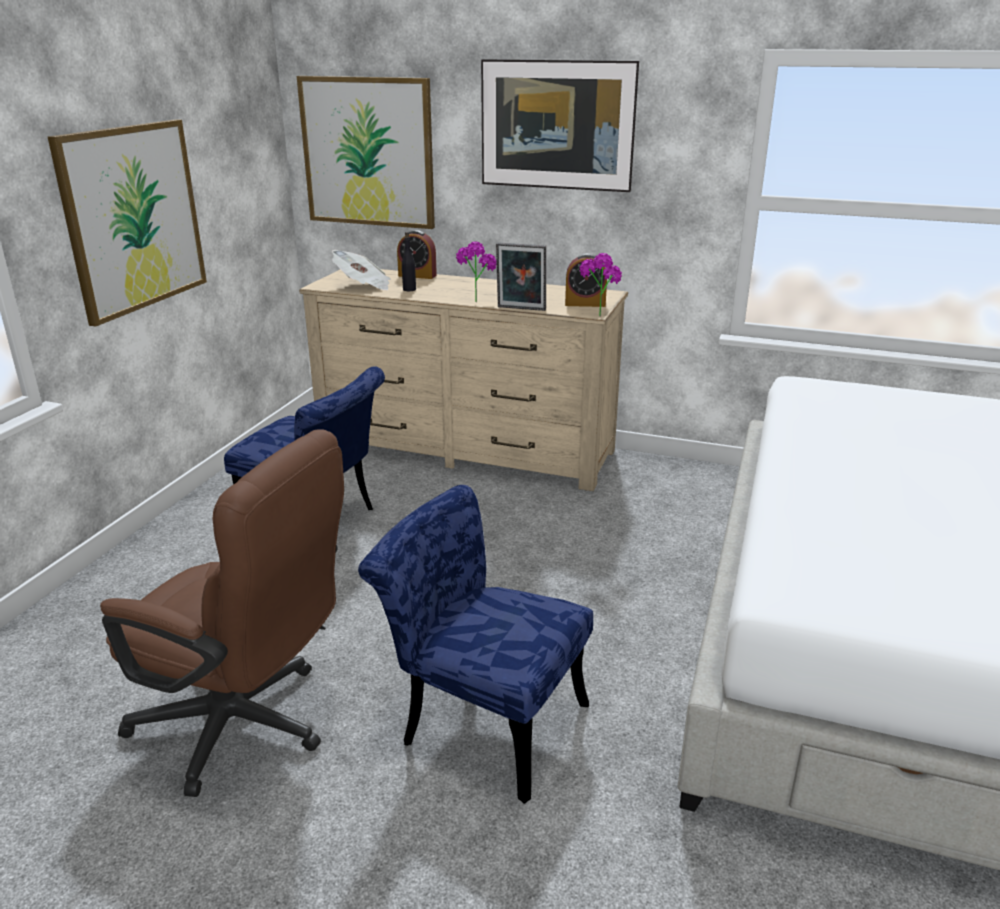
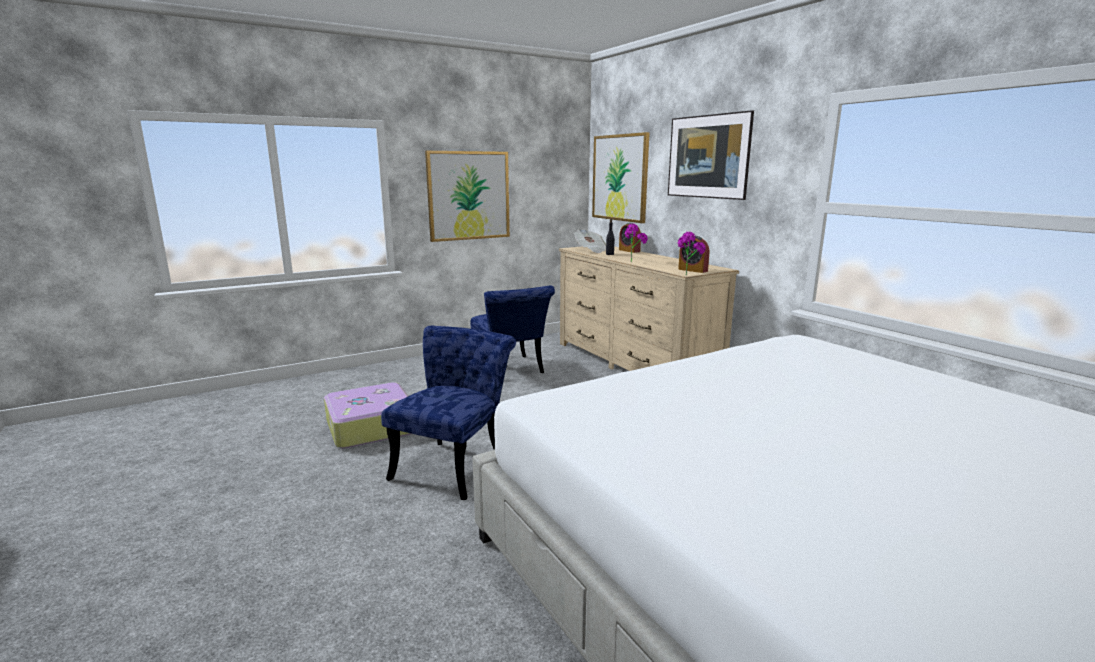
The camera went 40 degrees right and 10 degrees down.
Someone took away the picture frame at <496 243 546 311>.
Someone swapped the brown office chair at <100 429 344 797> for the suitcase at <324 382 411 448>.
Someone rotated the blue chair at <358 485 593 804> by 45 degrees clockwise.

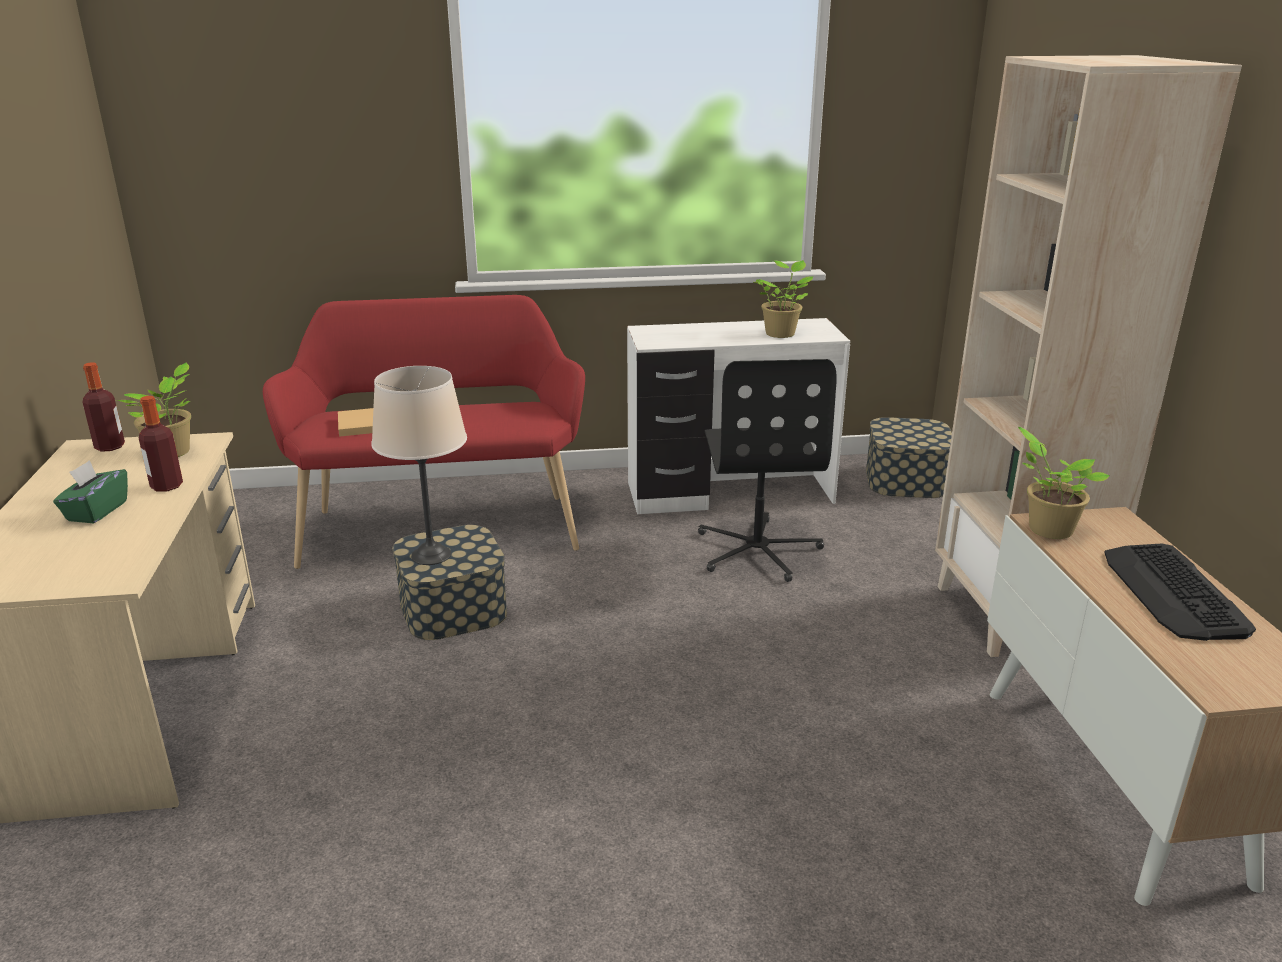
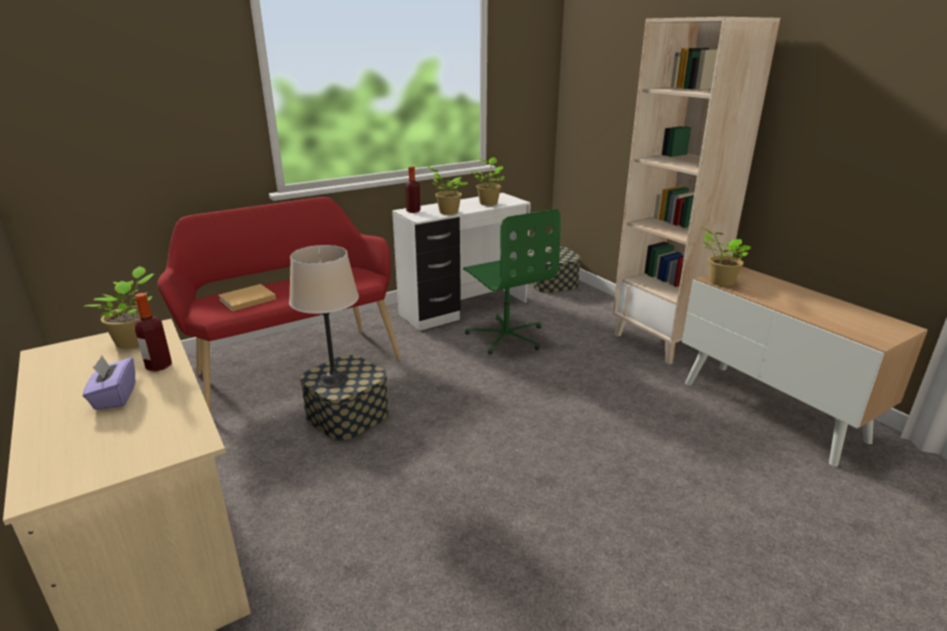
The camera went 25 degrees left and 0 degrees up.
Someone repainted the black office chair at <698 359 837 582>, which became the green office chair at <463 209 561 355>.
Someone carried the bottle from <82 362 125 452> to <405 166 421 213>.
Someone repainted the green tissue box at <53 460 128 523>, which became the purple tissue box at <83 356 135 410>.
Someone took away the keyboard at <1104 544 1256 641>.
Someone put down the potted plant at <427 166 467 215>.

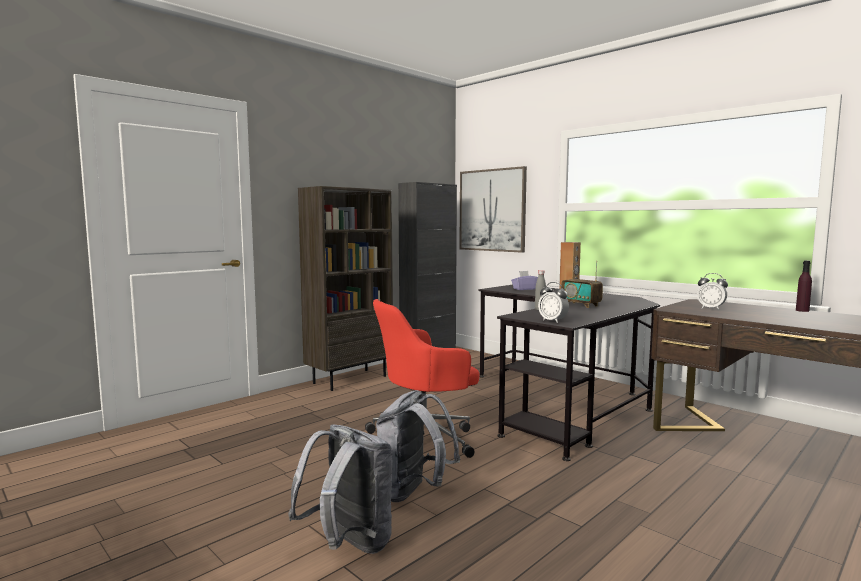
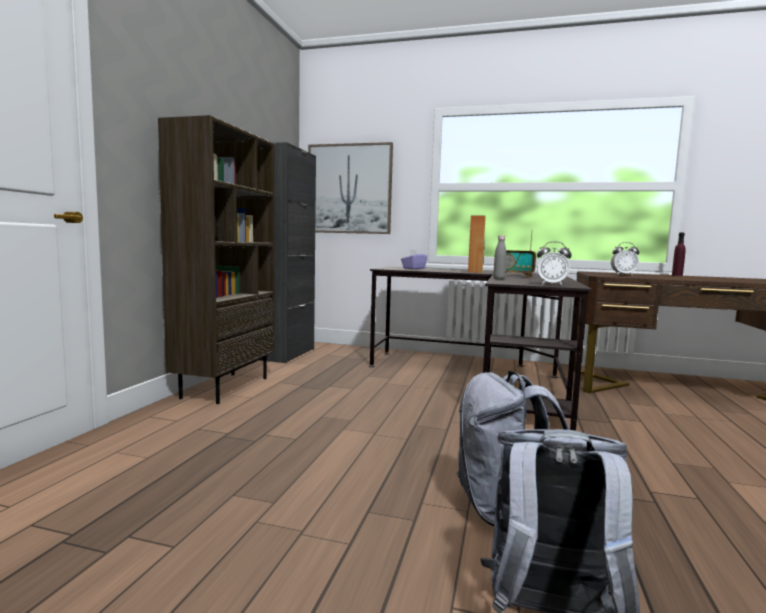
The camera went 30 degrees left and 0 degrees up.
Someone took away the red office chair at <365 299 480 458>.

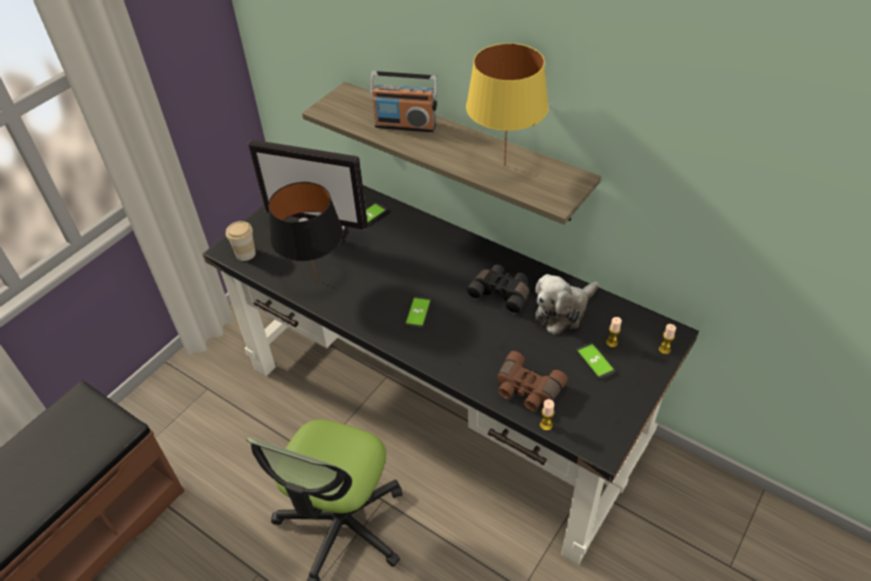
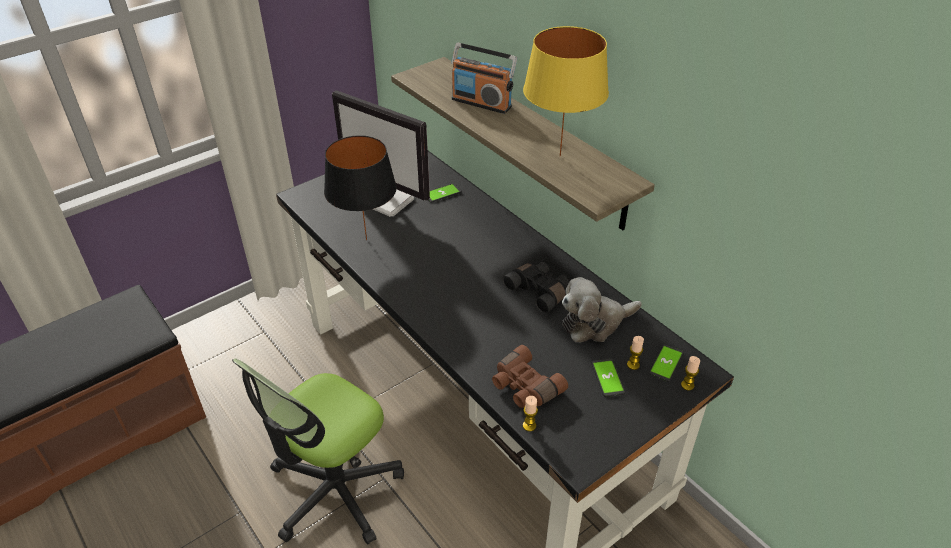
The camera went 15 degrees right and 5 degrees down.
Someone took away the cup at <226 221 256 261>.
Someone carried the phone from <404 296 432 329> to <649 344 684 382>.

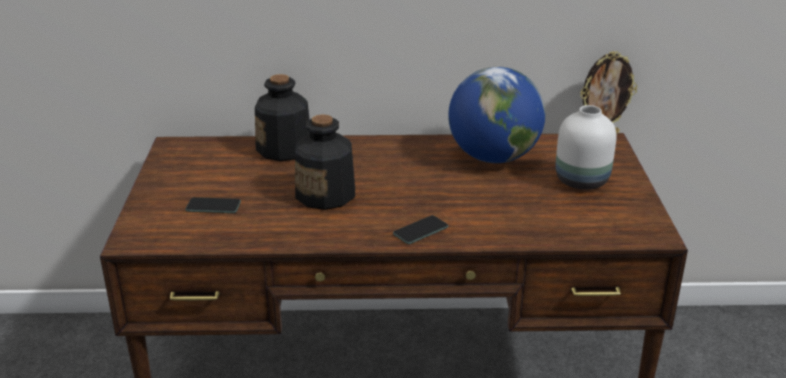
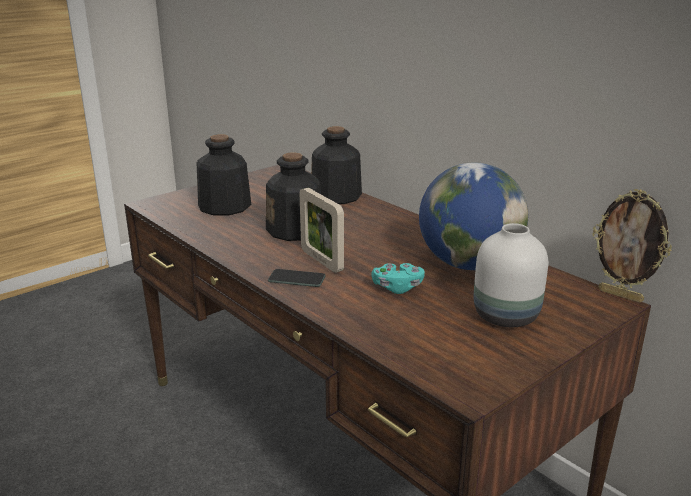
The camera went 50 degrees right and 5 degrees down.
Someone swapped the phone at <185 197 241 213> for the bottle at <197 134 251 215>.
Someone put down the picture frame at <300 188 344 273>.
Someone put down the turquoise game controller at <372 263 425 294>.

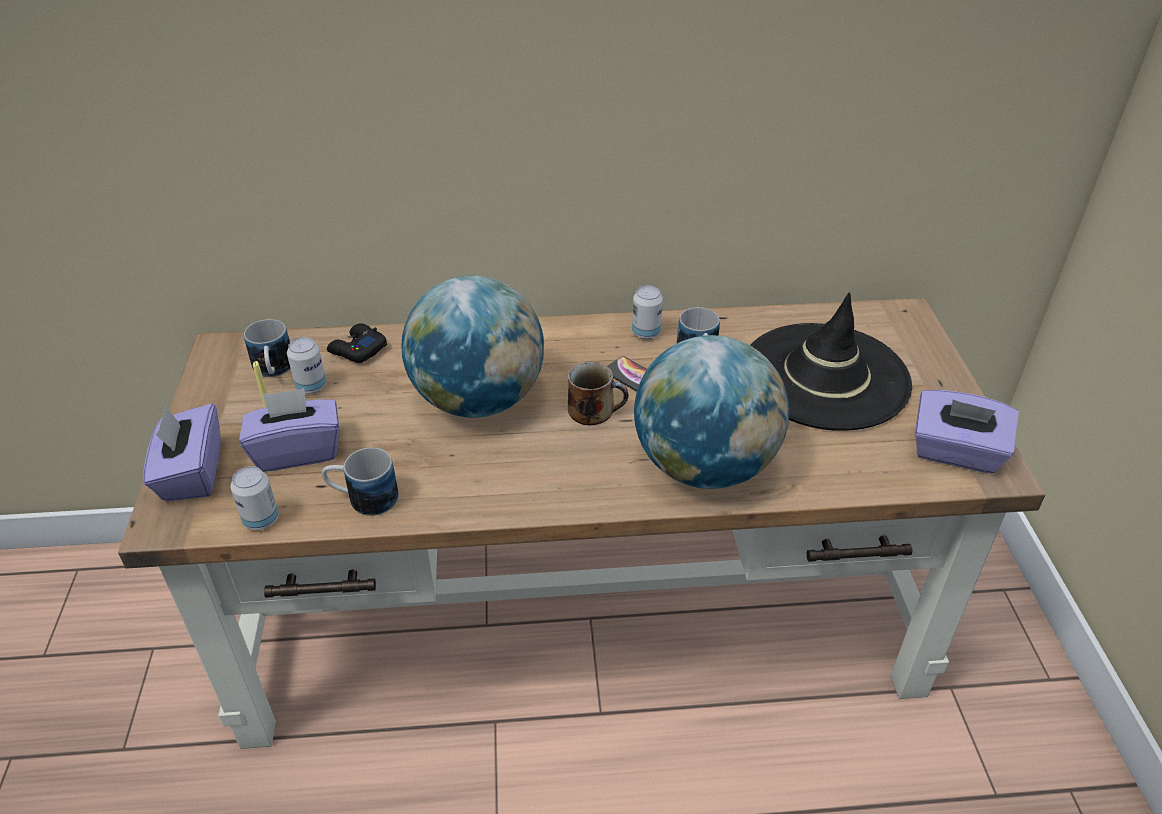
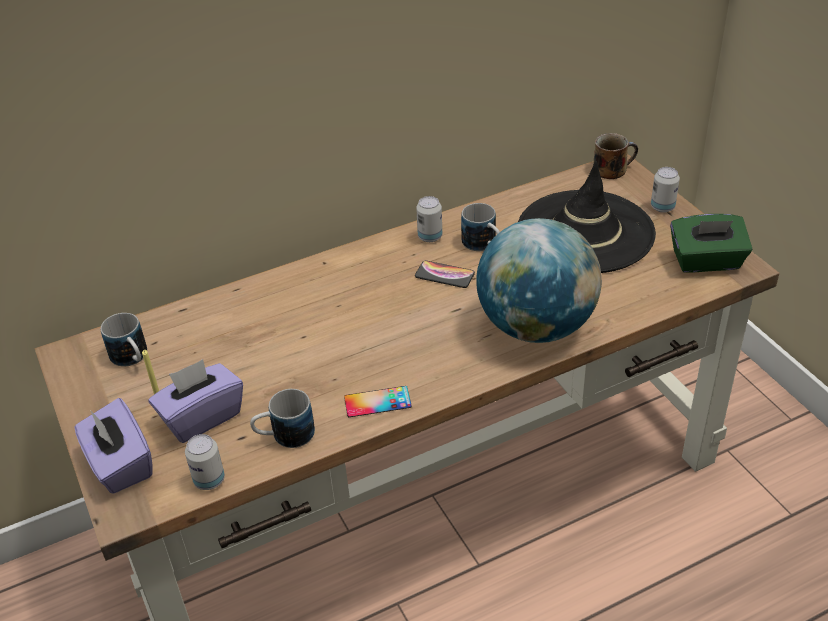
The camera went 20 degrees left and 0 degrees up.
Someone took away the globe at <401 275 544 418>.
Someone took away the black game controller at <327 323 387 363>.
Someone carried the can from <287 337 326 394> to <651 167 680 213>.
Someone carried the mug from <568 362 629 425> to <593 133 638 179>.
Someone repainted the purple tissue box at <915 390 1019 473>, which became the green tissue box at <670 214 752 273>.
Someone put down the phone at <344 386 412 417>.

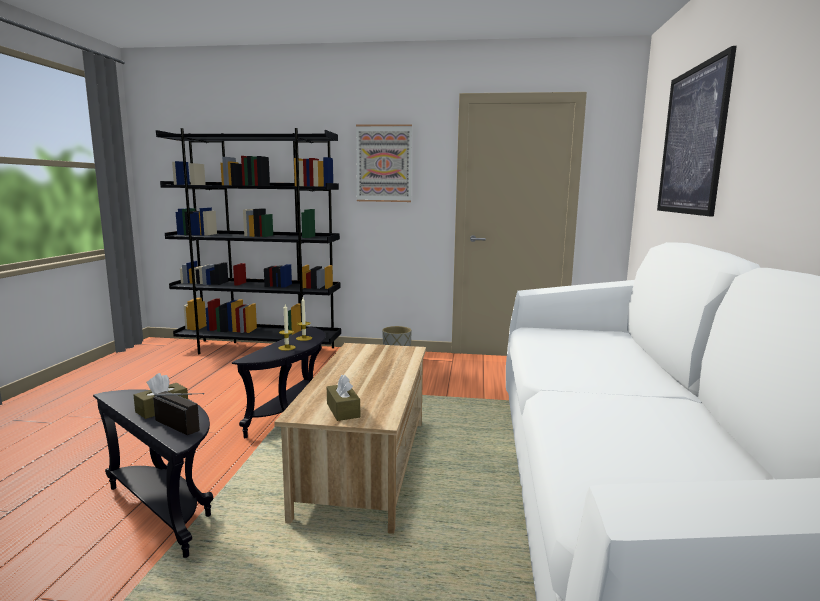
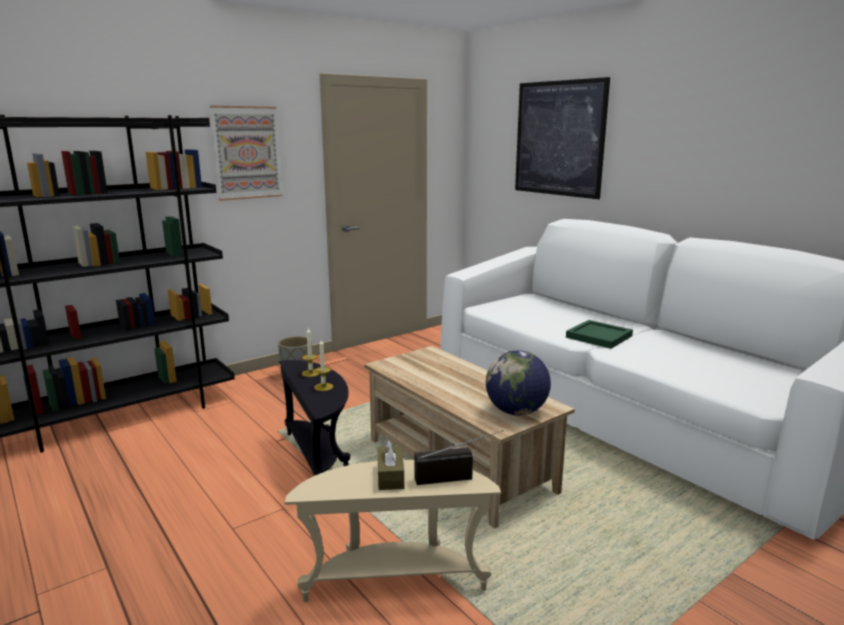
The camera went 45 degrees left and 5 degrees up.
Someone swapped the brown tissue box at <327 375 360 421> for the globe at <486 350 551 416>.
Someone repainted the black side table at <93 389 213 558>, which became the beige side table at <284 460 501 602>.
Someone put down the green tray at <566 320 633 349>.

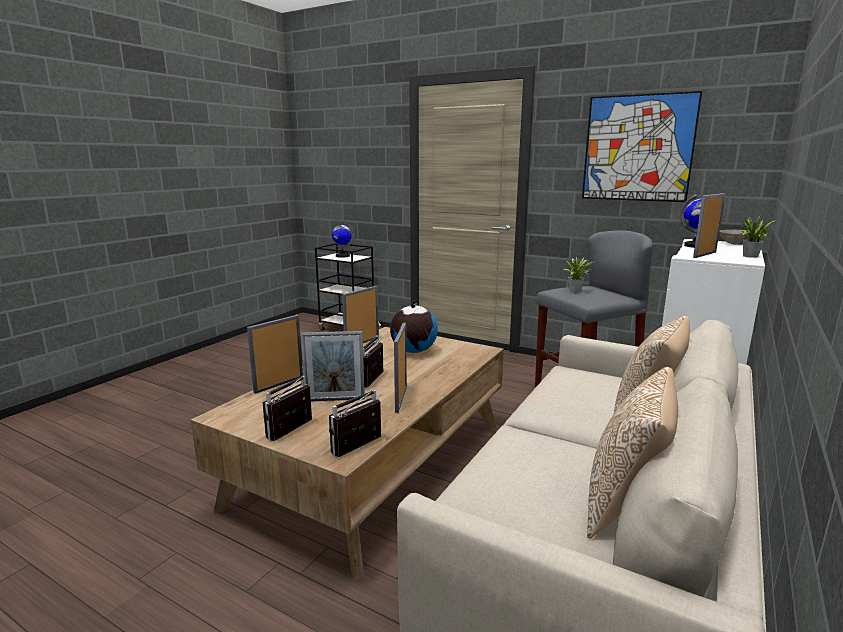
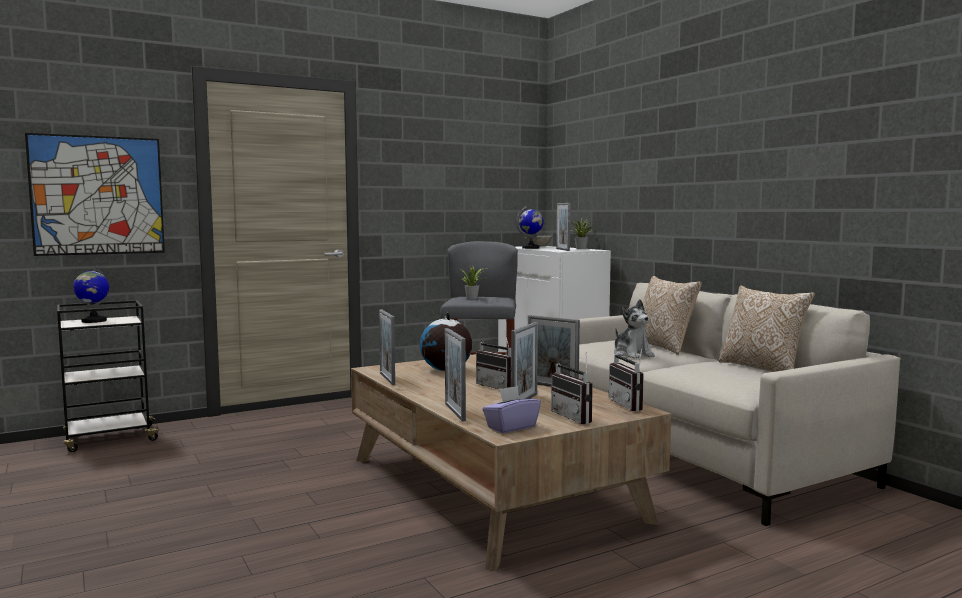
The camera went 60 degrees left and 10 degrees down.
Someone carried the picture from <582 91 702 202> to <25 133 165 256>.
Someone put down the plush toy at <614 299 655 359>.
Someone put down the purple tissue box at <482 386 541 433>.

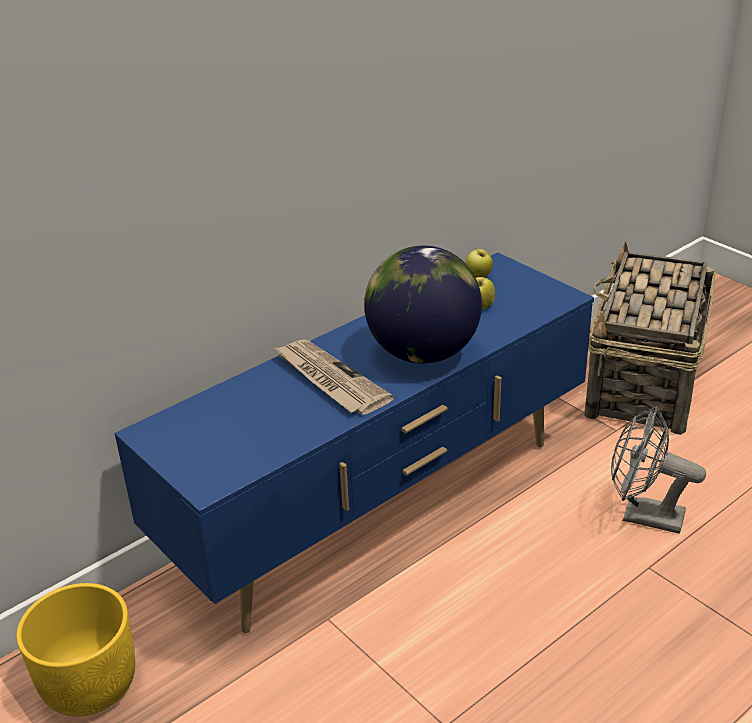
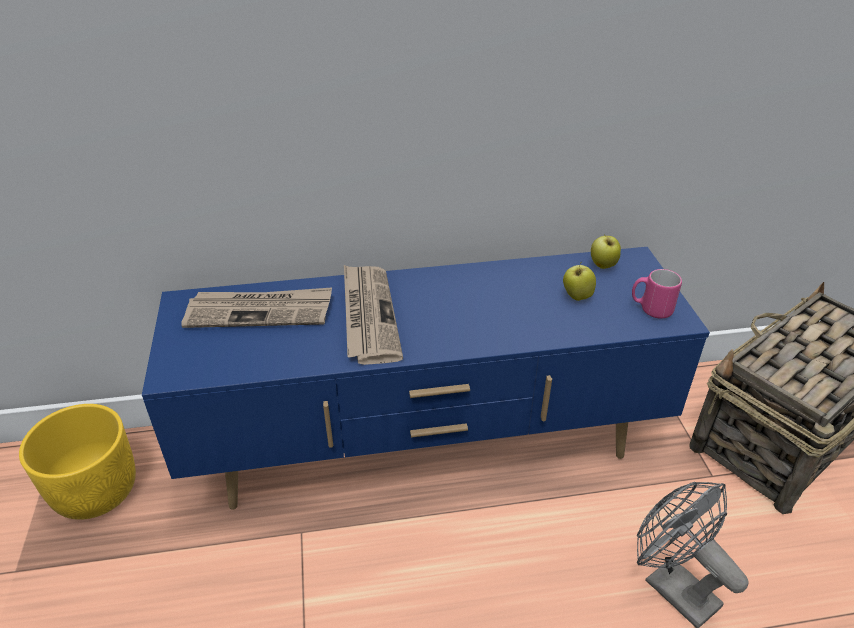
The camera went 30 degrees right and 5 degrees up.
Someone took away the globe at <364 246 482 364>.
Someone put down the pink mug at <632 269 682 319>.
Someone put down the newspaper at <181 287 332 328>.

